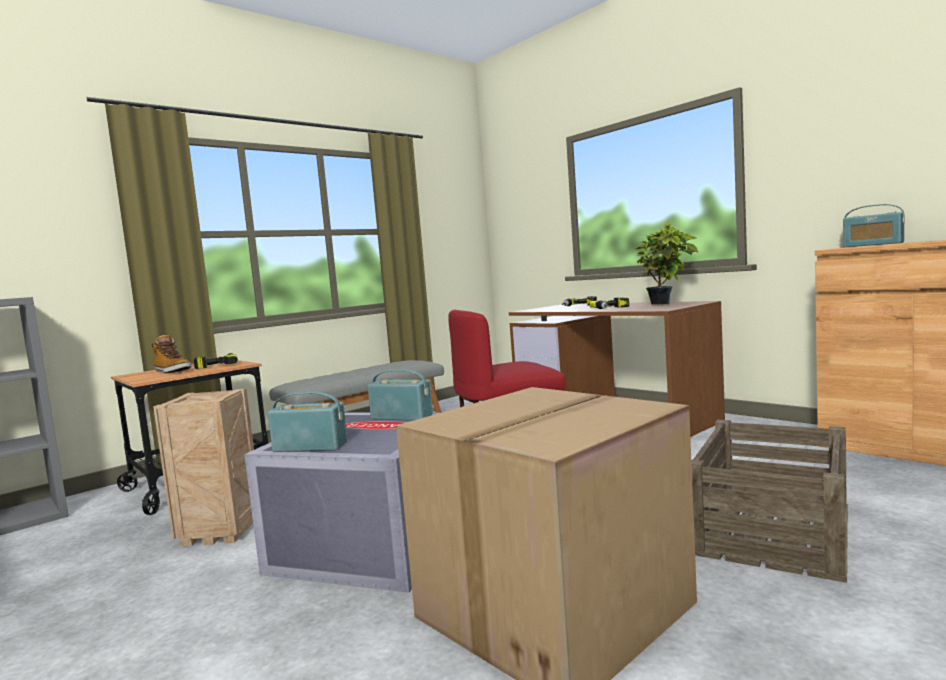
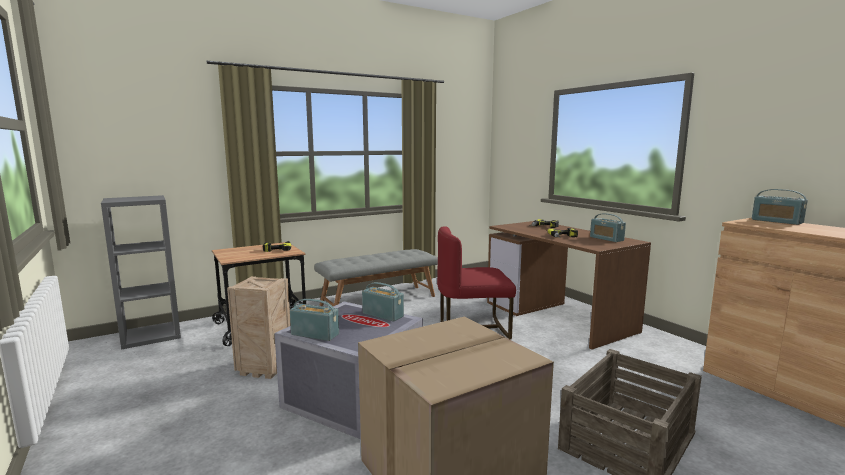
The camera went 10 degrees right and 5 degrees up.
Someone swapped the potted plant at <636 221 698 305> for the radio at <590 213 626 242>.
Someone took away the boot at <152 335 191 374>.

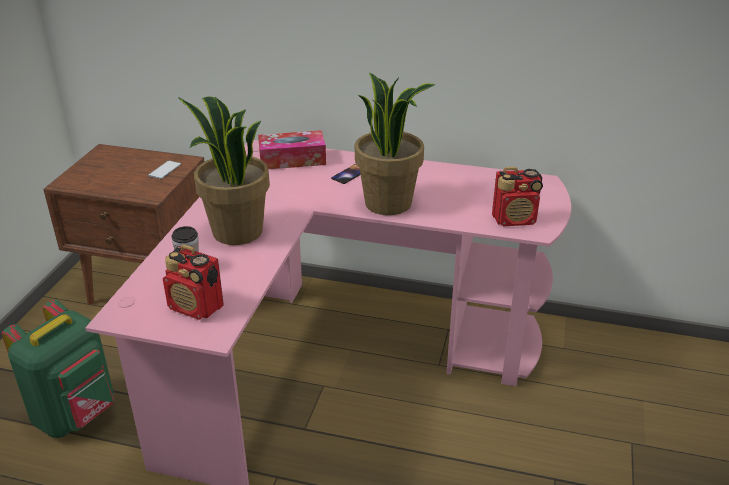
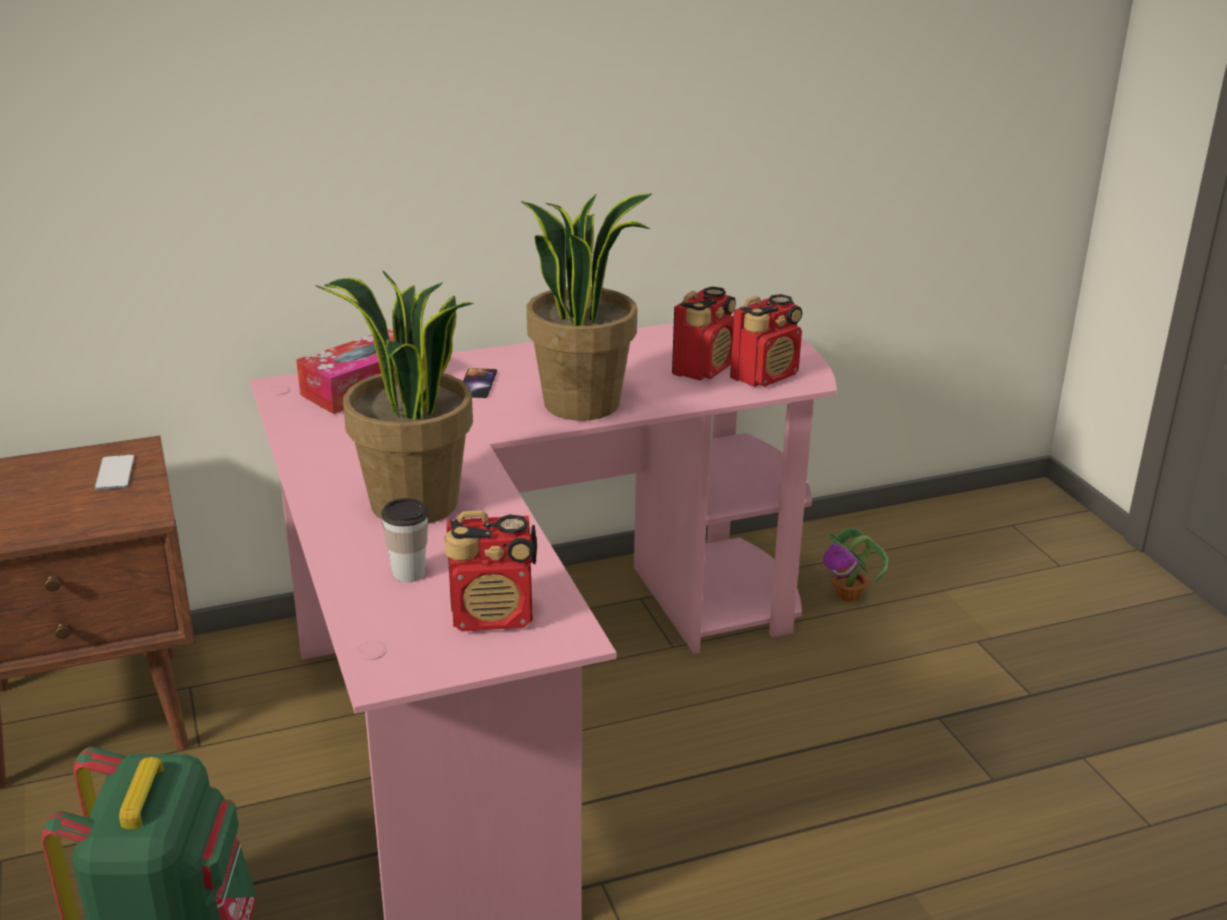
The camera went 35 degrees left and 5 degrees down.
Someone put down the radio at <672 287 736 381>.
Someone put down the potted plant at <823 528 888 602>.

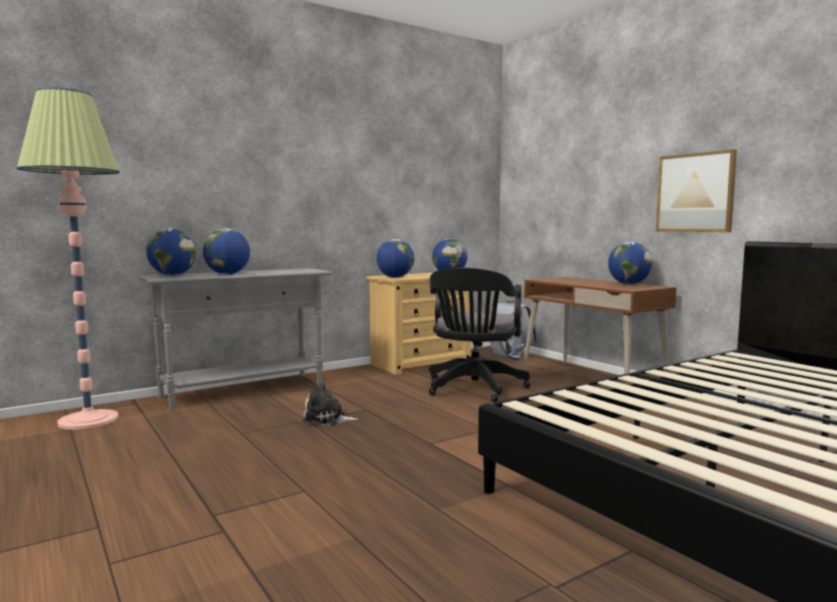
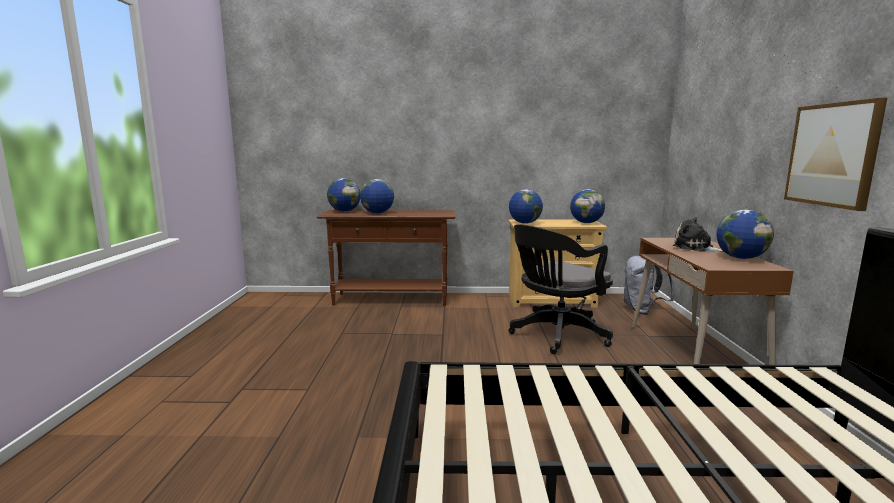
The camera went 35 degrees right and 5 degrees up.
Someone took away the floor lamp at <17 88 120 430>.
Someone repainted the grey console table at <138 268 332 411>, which became the brown console table at <317 210 455 306>.
Someone carried the plush toy from <303 382 358 425> to <673 217 724 252>.

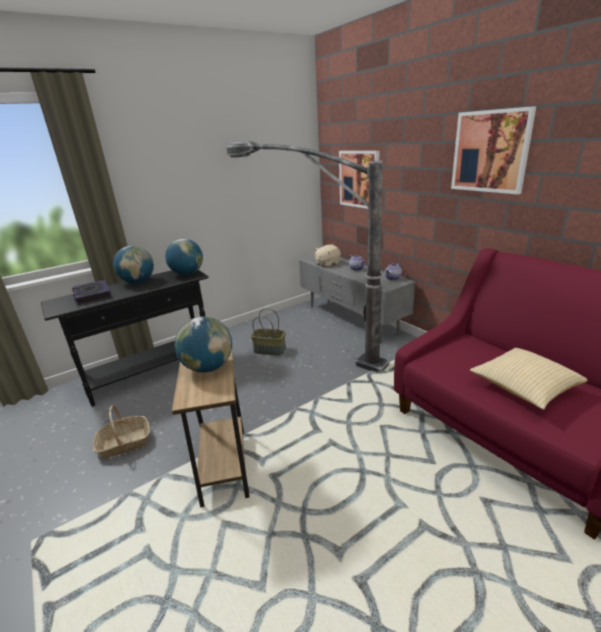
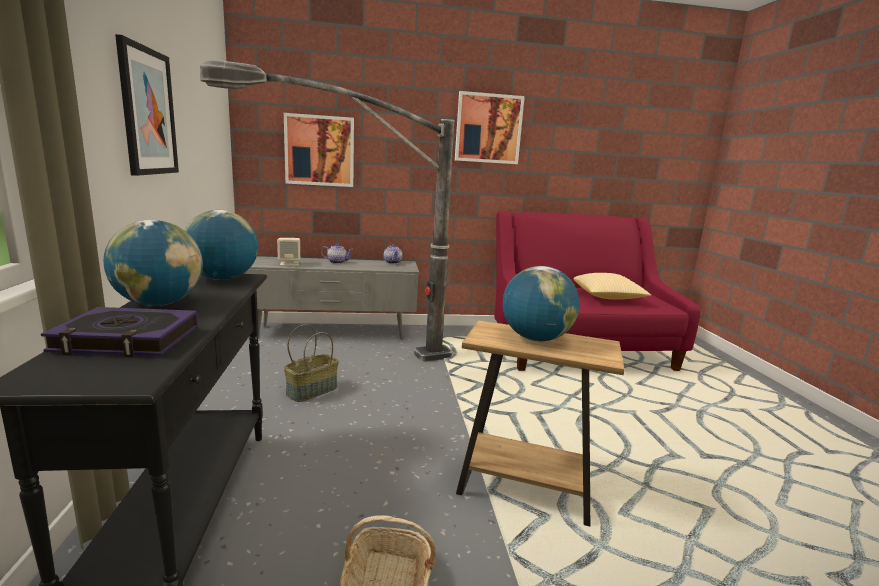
The camera went 65 degrees left and 10 degrees down.
Someone swapped the beige plush toy at <315 245 341 267> for the beige speaker at <277 238 300 266>.
Someone put up the picture at <115 34 179 176>.

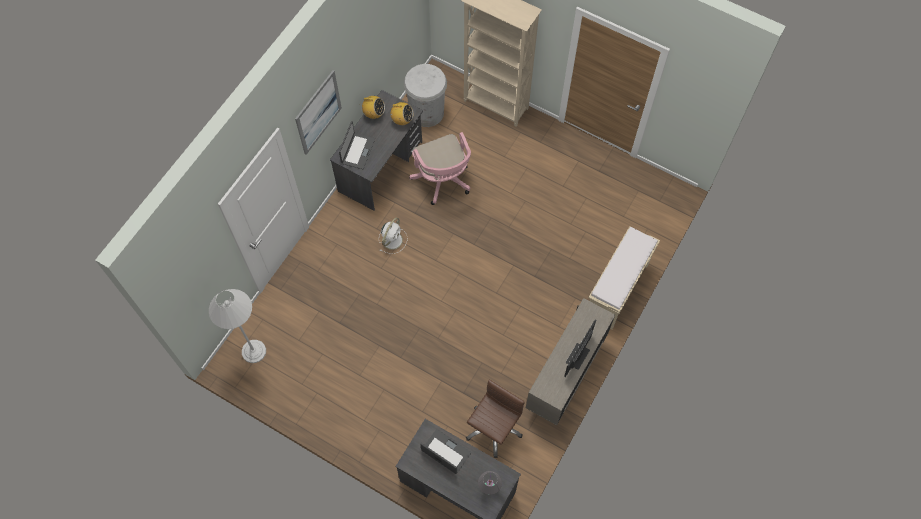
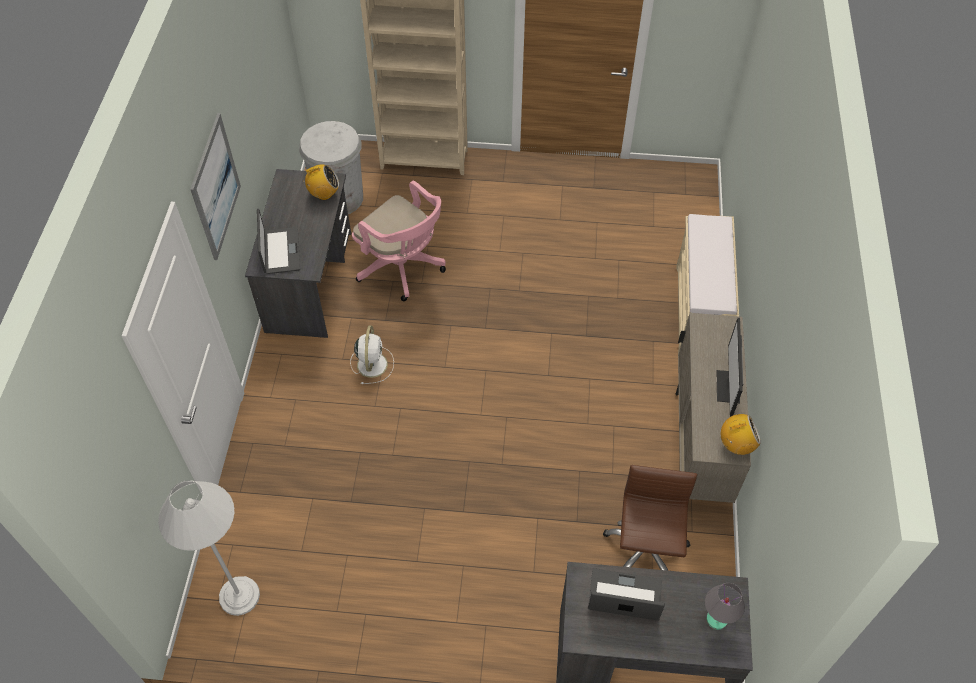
The camera went 25 degrees left and 10 degrees down.
Someone carried the radio from <359 96 385 119> to <721 414 761 455>.

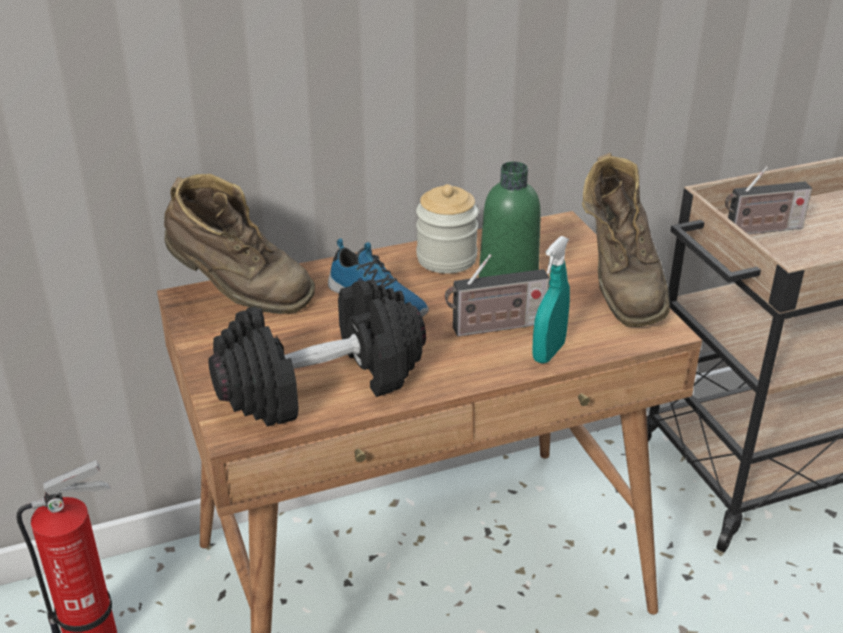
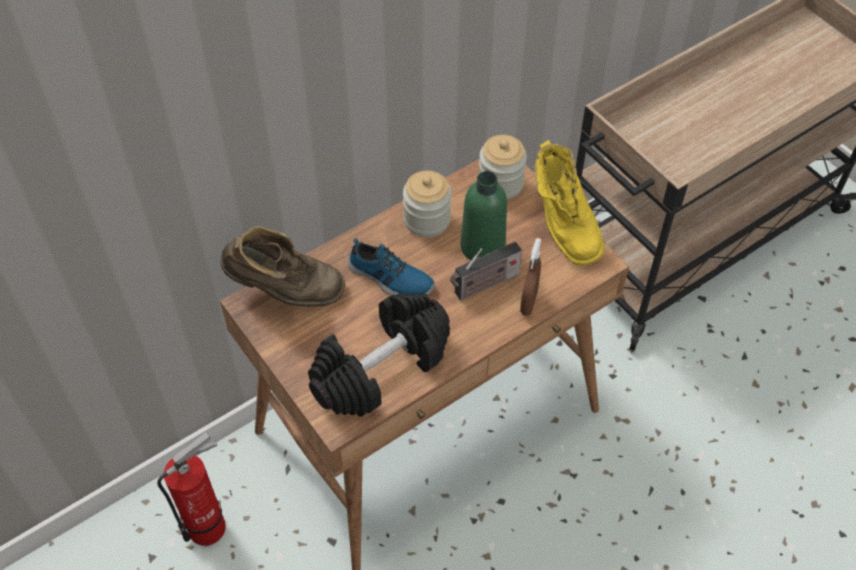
The camera went 15 degrees left and 20 degrees up.
Someone repainted the brown boot at <582 153 670 327>, which became the yellow boot at <534 140 605 265>.
Someone took away the radio at <725 166 812 234>.
Someone repainted the turquoise spray bottle at <532 236 570 363>, which became the brown spray bottle at <520 238 541 316>.
Someone put down the jar at <479 135 527 200>.

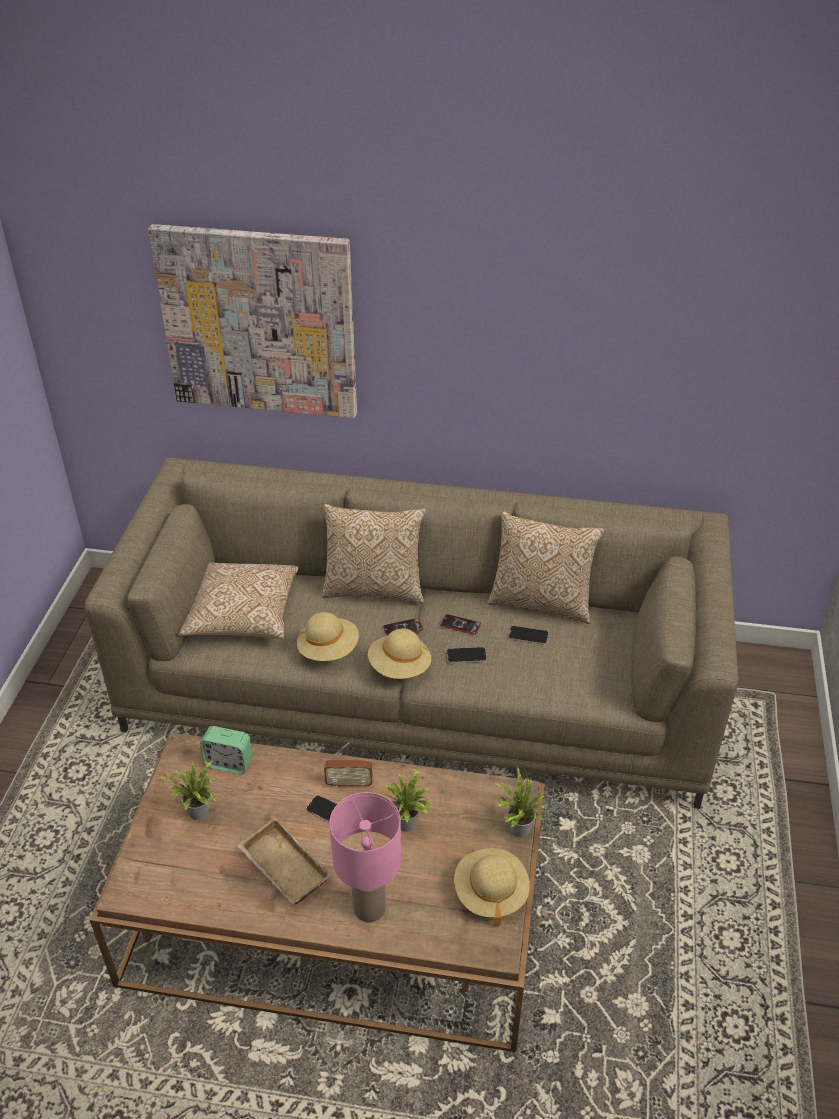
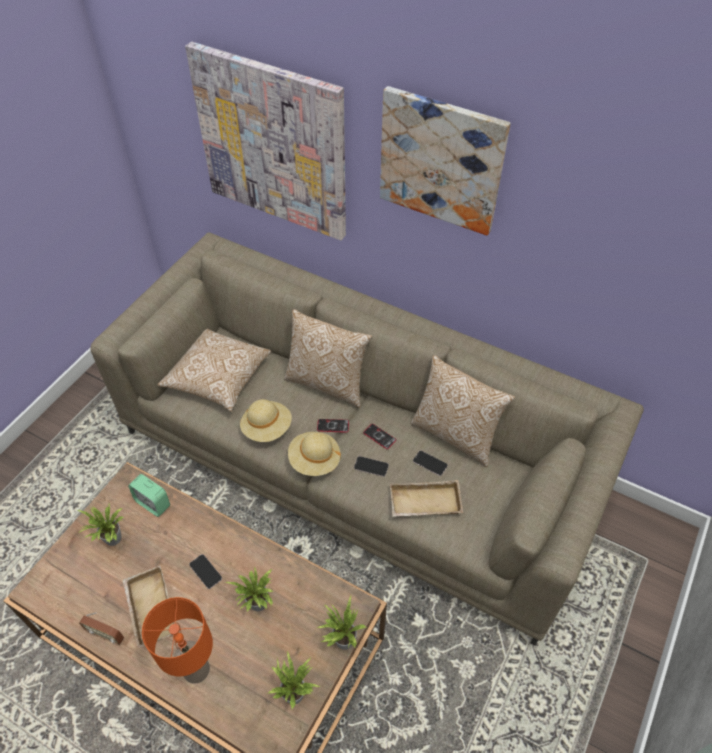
The camera went 20 degrees right and 10 degrees up.
Someone carried the radio from <324 743 373 789> to <79 612 124 645>.
Someone repainted the pink table lamp at <329 792 401 922>, which became the orange table lamp at <142 597 213 684>.
Someone swapped the beige hat at <454 848 530 927> for the potted plant at <268 651 320 709>.
Someone put up the picture at <380 86 511 236>.
Someone put down the beige tray at <390 480 463 517>.

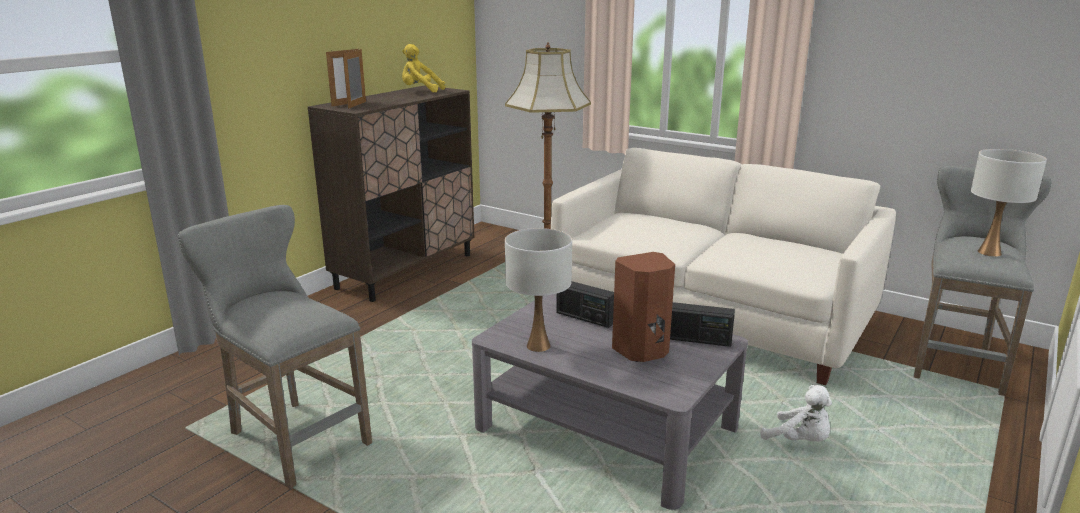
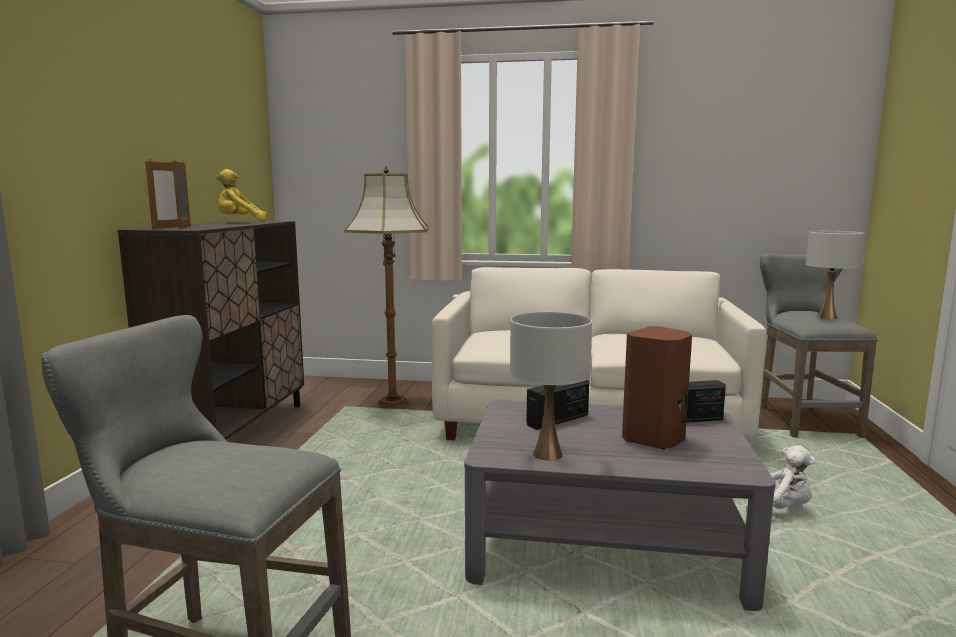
The camera went 25 degrees left and 10 degrees down.
Someone rotated the radio at <556 281 614 328> by 45 degrees counterclockwise.

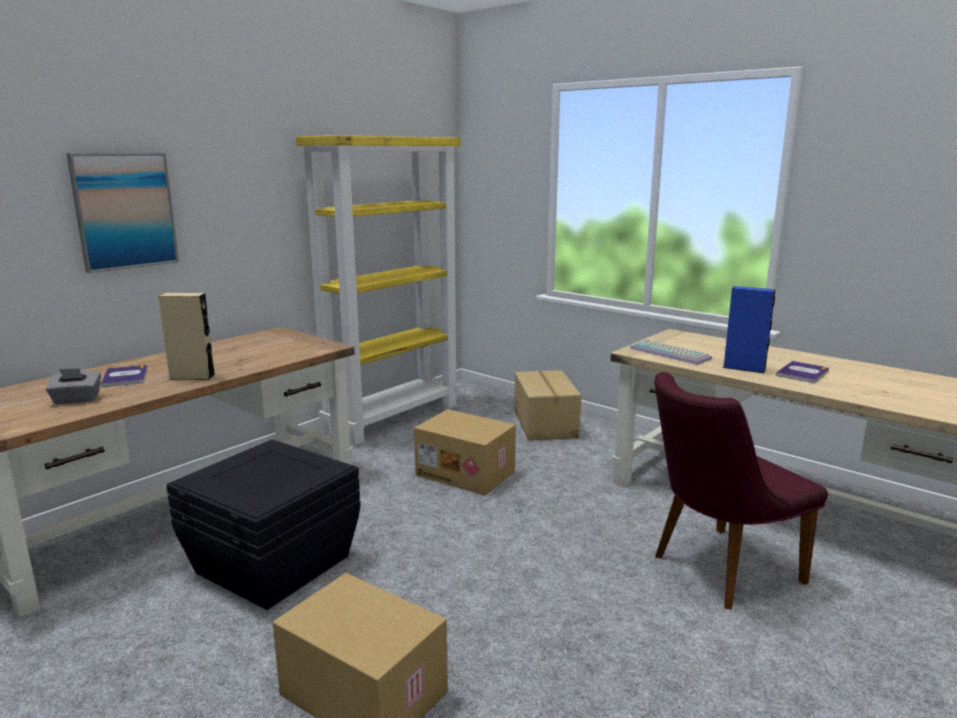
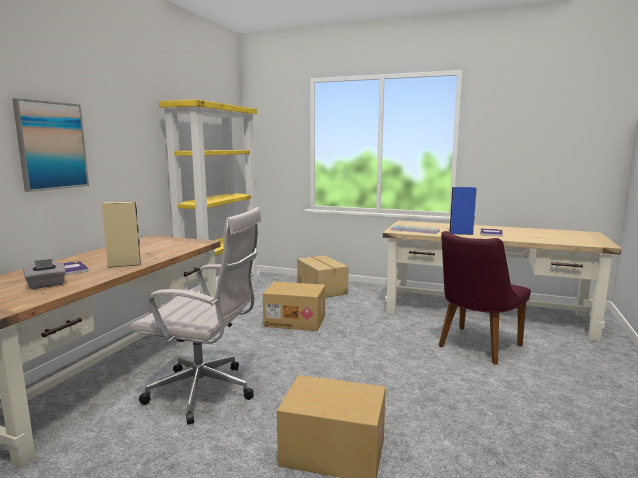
The camera went 20 degrees left and 5 degrees down.
Someone swapped the black storage box at <166 439 361 610> for the white office chair at <130 207 262 425>.

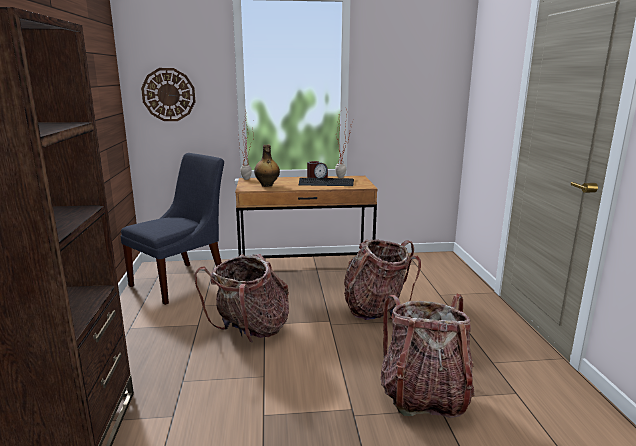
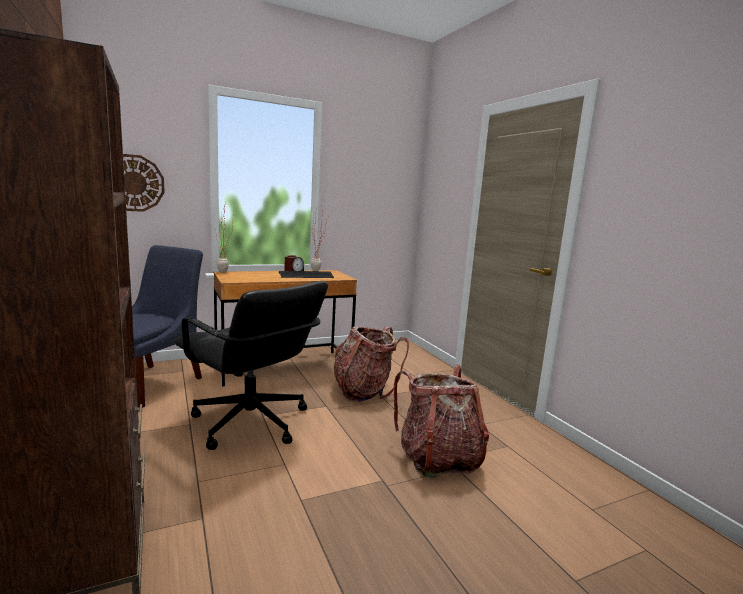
The camera went 20 degrees left and 5 degrees down.
Someone took away the bottle at <254 145 280 187>.
Someone swapped the backpack at <195 254 289 342> for the black office chair at <174 281 328 450>.

